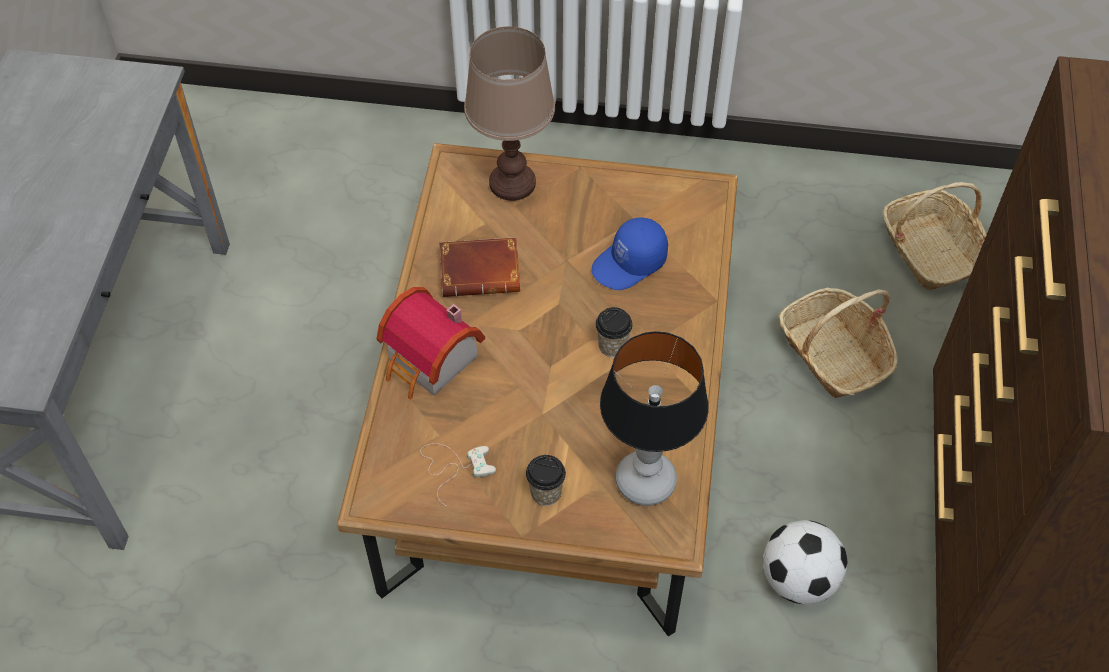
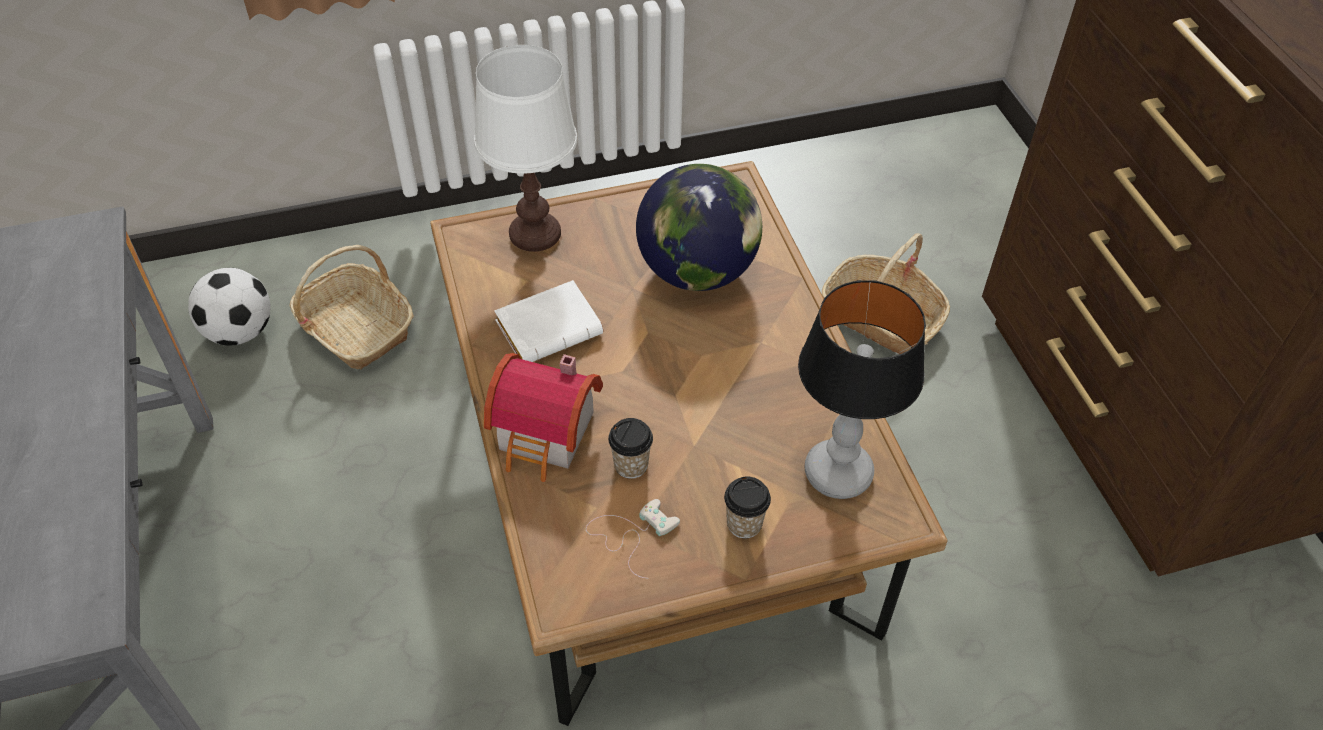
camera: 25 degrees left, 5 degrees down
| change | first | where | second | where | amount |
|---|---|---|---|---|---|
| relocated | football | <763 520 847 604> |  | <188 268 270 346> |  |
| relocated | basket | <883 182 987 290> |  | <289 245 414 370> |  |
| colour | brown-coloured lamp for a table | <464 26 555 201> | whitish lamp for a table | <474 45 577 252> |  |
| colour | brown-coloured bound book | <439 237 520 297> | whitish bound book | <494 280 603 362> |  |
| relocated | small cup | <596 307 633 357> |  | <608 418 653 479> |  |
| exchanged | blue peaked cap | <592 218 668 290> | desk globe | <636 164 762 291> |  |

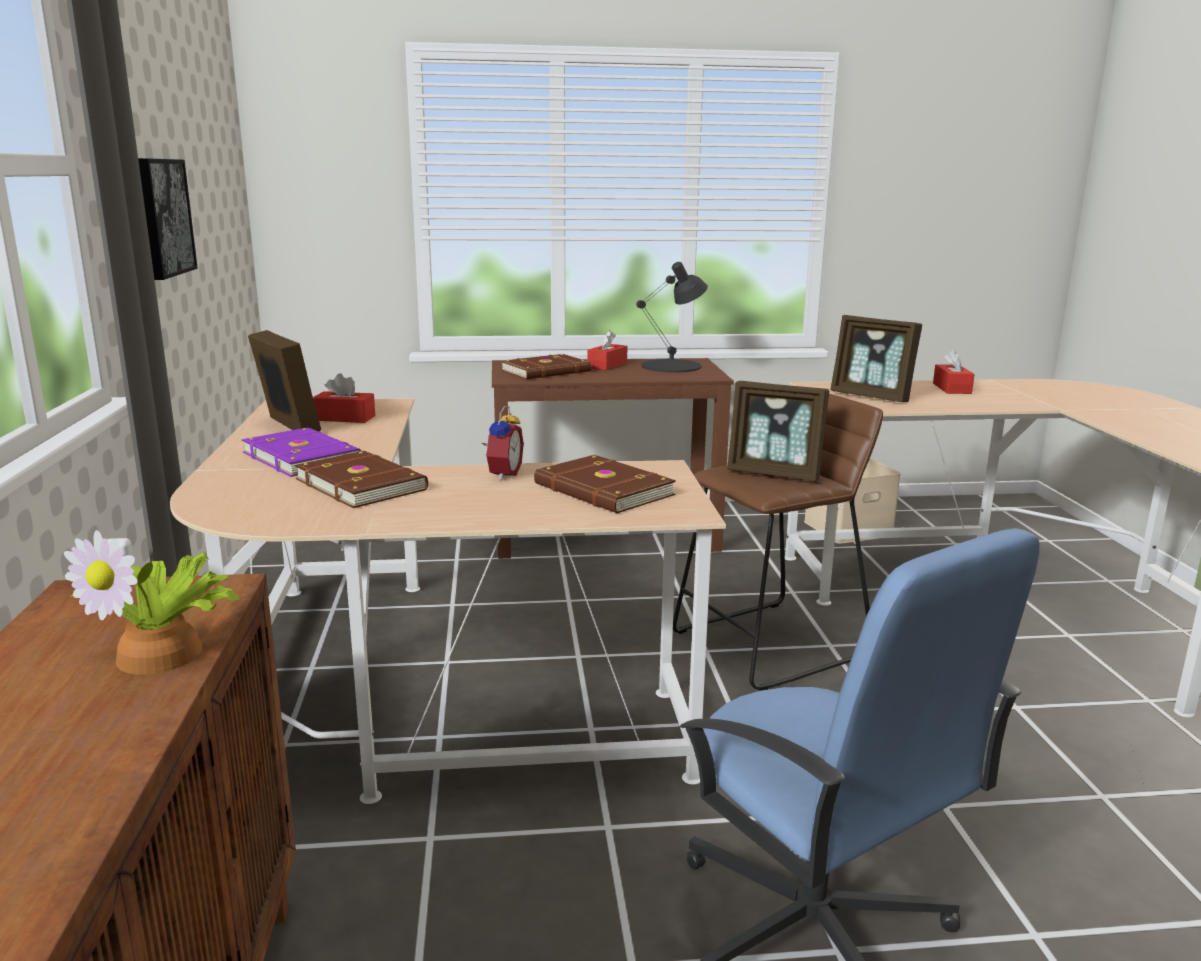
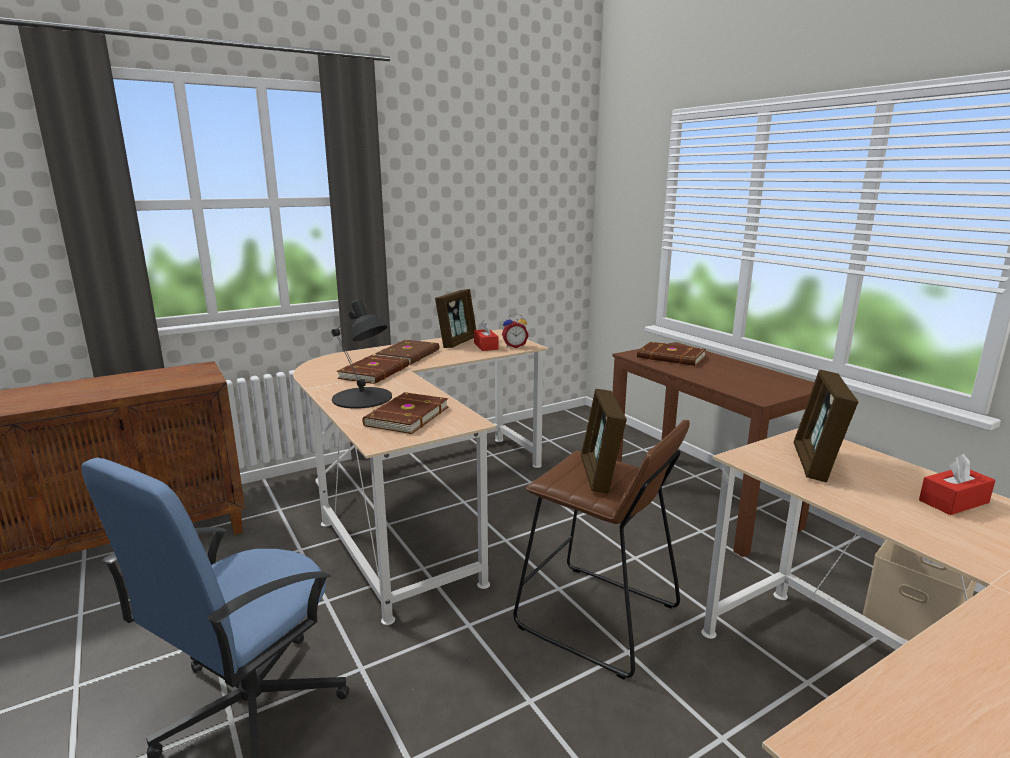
camera: 65 degrees right, 0 degrees up
| change | first | where | second | where | amount |
|---|---|---|---|---|---|
| relocated | blackish lamp for a table | <636 262 708 372> |  | <332 299 392 409> |  |
| colour | purple-coloured bound book | <242 428 361 477> | brown-coloured bound book | <375 340 439 365> |  |
| relocated | bedside clock | <481 406 524 481> |  | <502 313 529 348> |  |
| missing | plant in a pot | <64 530 240 675> |  |  |  |
| missing | wall picture | <138 158 198 280> |  |  |  |
| missing | reddish tissue holder | <587 330 627 370> |  |  |  |

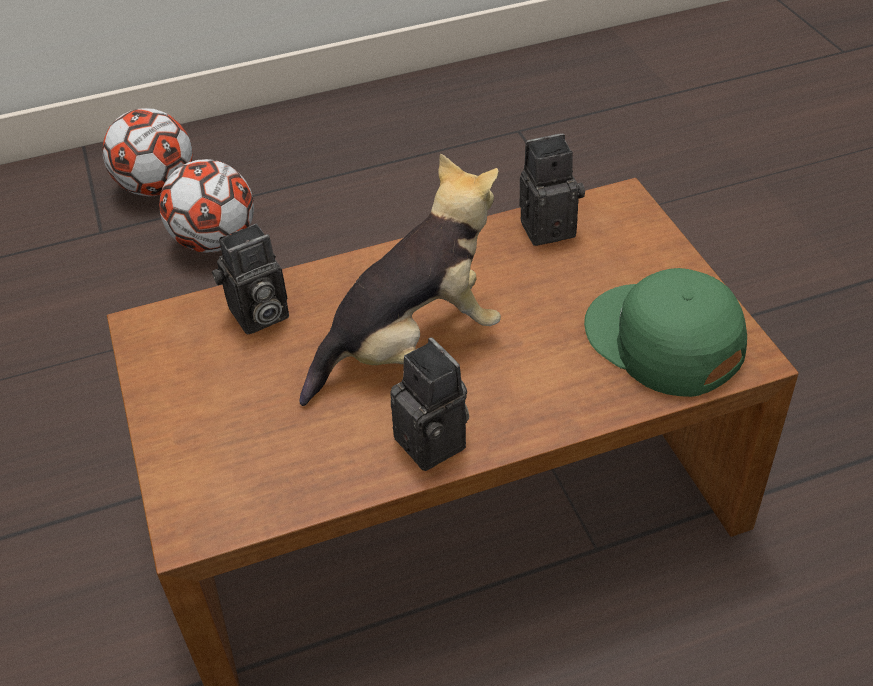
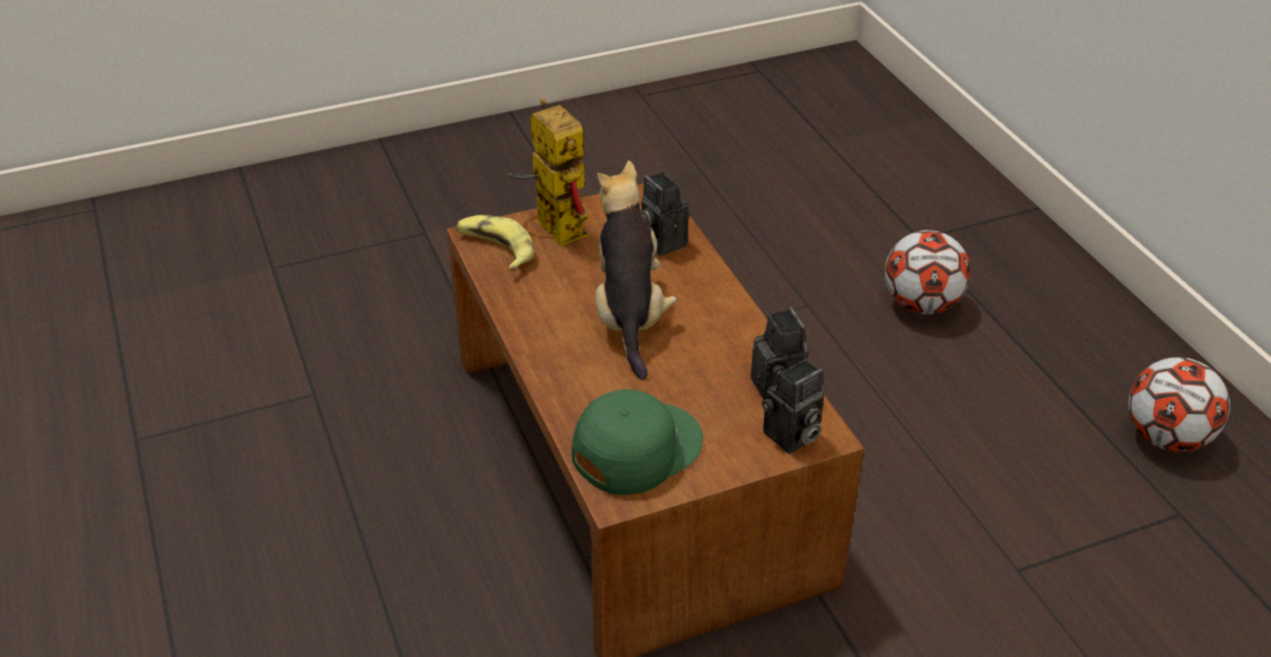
camera: 85 degrees right, 5 degrees down
| change | first | where | second | where | amount |
|---|---|---|---|---|---|
| appeared |  |  | banana | <456 215 534 272> |  |
| appeared |  |  | model robot | <508 98 589 246> |  |
| spun | plush toy | <299 154 501 406> |  | <595 161 677 380> | 150 degrees counterclockwise |
| relocated | photo camera | <390 338 469 471> |  | <762 359 824 454> |  |
| relocated | football | <102 108 192 196> |  | <1128 357 1230 452> |  |

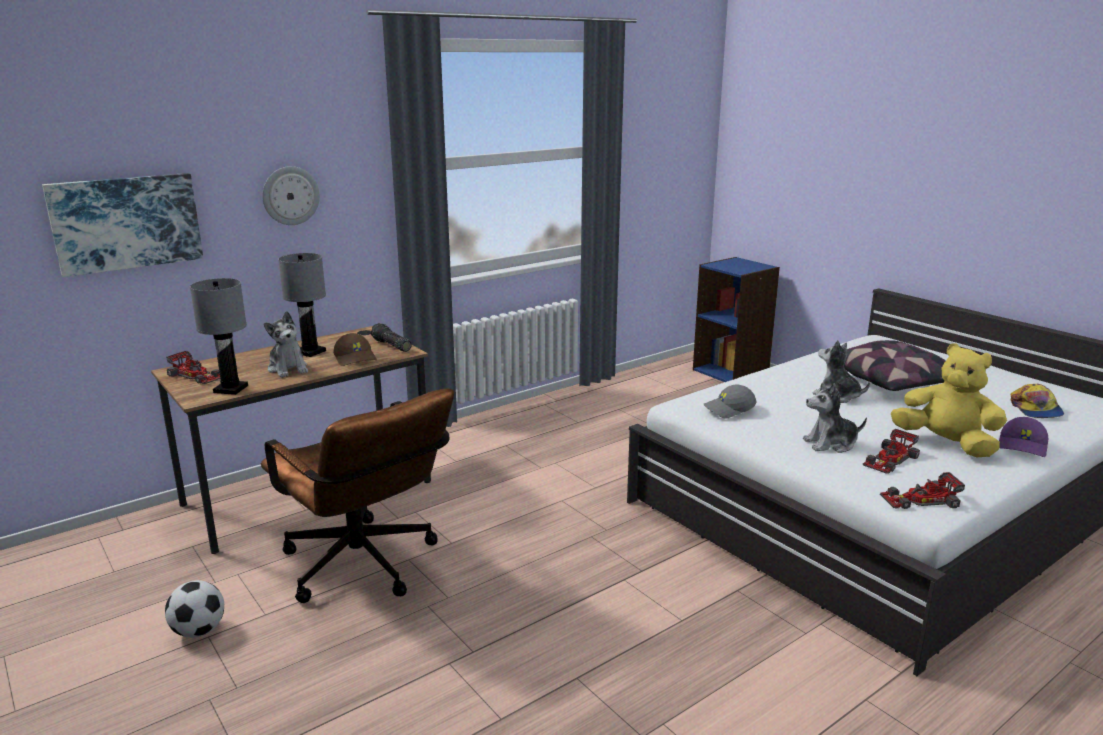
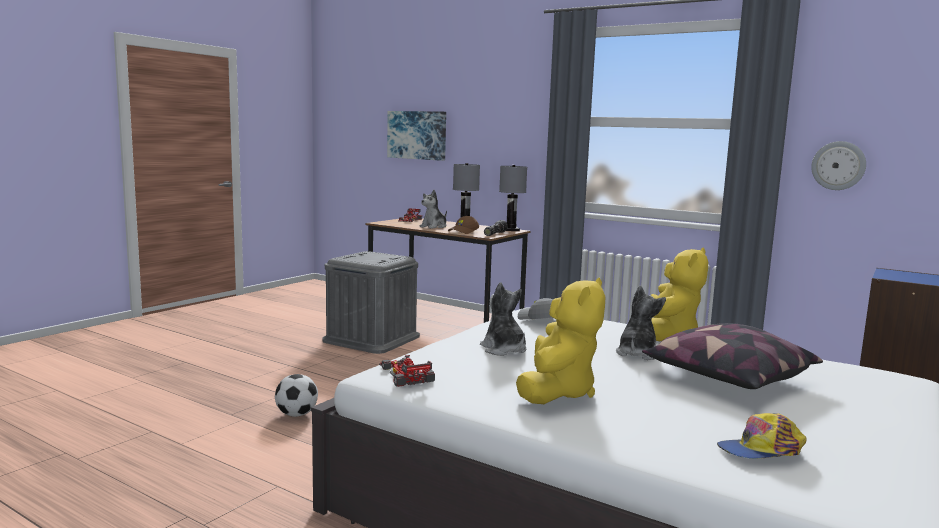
camera: 70 degrees right, 10 degrees down
| change | first | where | second | where | amount |
|---|---|---|---|---|---|
| relocated | football | <165 580 224 638> |  | <275 374 318 417> |  |
| exchanged | brown-coloured office chair | <261 388 454 603> | grey storage bin | <322 251 420 354> |  |
| relocated | grey lamp for a table | <190 278 248 395> |  | <499 165 527 231> |  |
| appeared |  |  | yellowish plush toy | <651 247 708 341> |  |
| relocated | wall clock | <262 166 320 225> |  | <811 141 866 190> |  |
| missing | toy car | <862 429 920 474> |  |  |  |
| missing | purple-coloured peaked cap | <999 417 1048 457> |  |  |  |

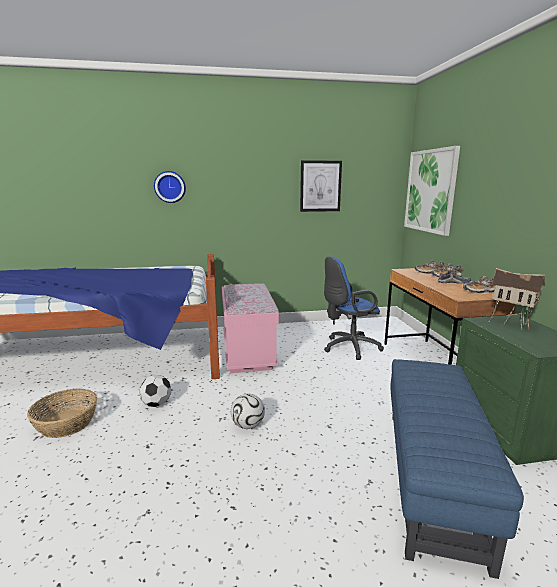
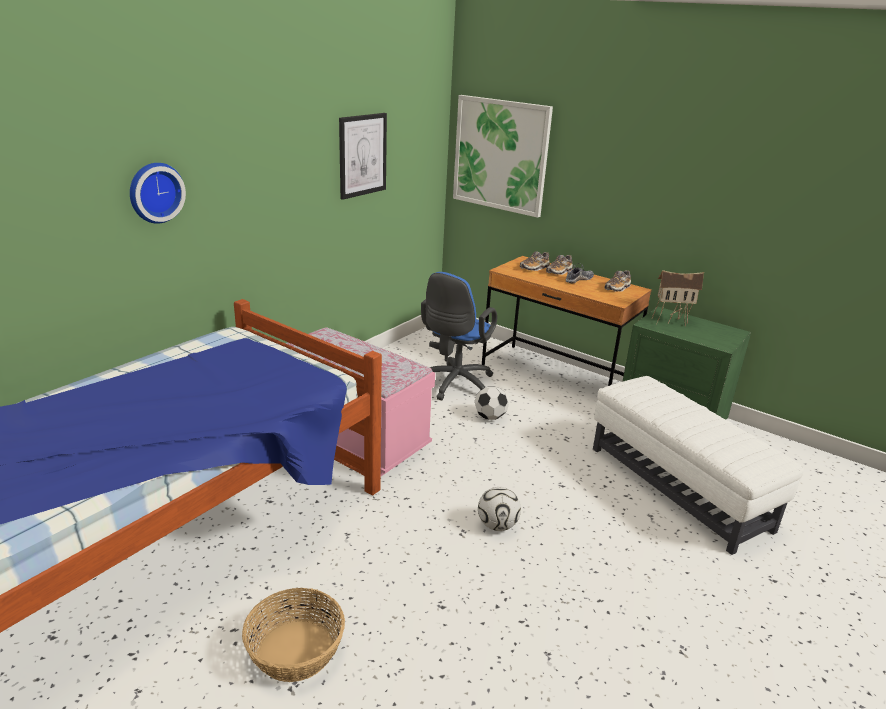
camera: 45 degrees left, 10 degrees up
| change | first | where | second | where | amount |
|---|---|---|---|---|---|
| relocated | football | <139 375 171 407> |  | <475 387 509 420> |  |
| colour | blue ottoman | <391 359 524 579> | whitish ottoman | <593 376 804 555> |  |

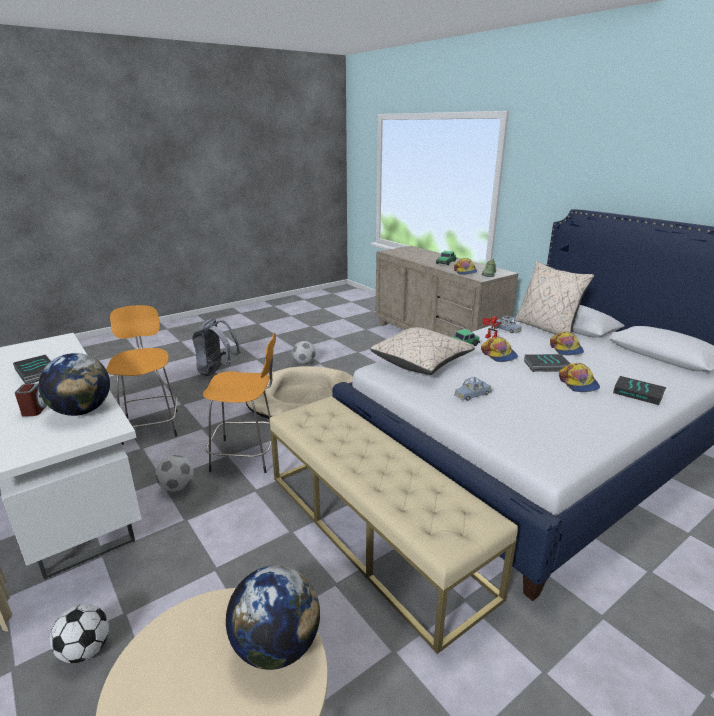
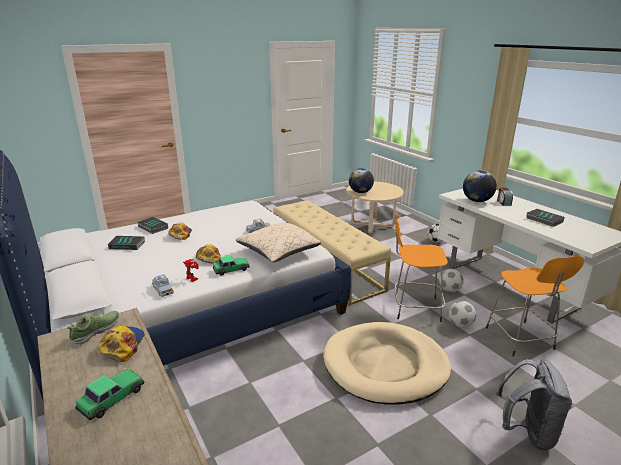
camera: 175 degrees left, 0 degrees up
| change | first | where | second | where | amount |
|---|---|---|---|---|---|
| relocated | bound book | <524 354 570 372> |  | <108 236 145 250> |  |
| relocated | football | <292 341 316 364> |  | <448 301 476 327> |  |
| missing | sand-coloured cushion | <515 261 594 335> |  |  |  |
| missing | peaked cap | <550 331 584 355> |  |  |  |

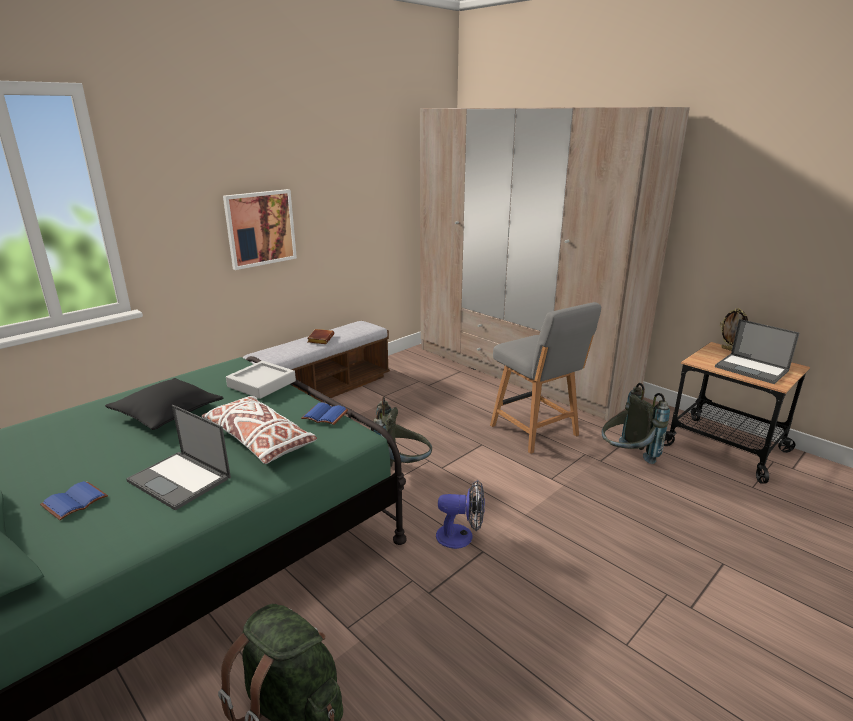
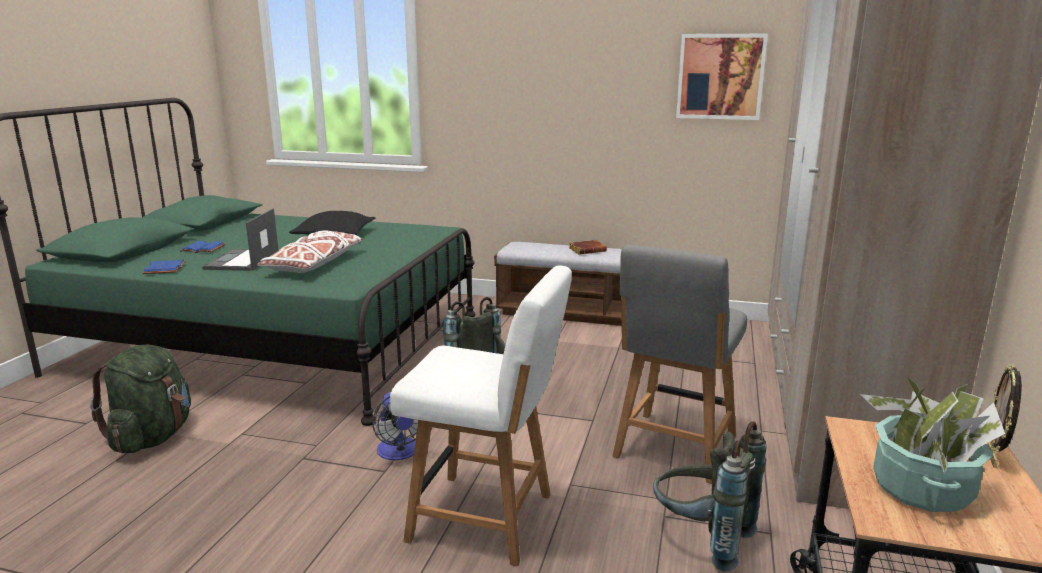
camera: 60 degrees right, 5 degrees down
| change | first | where | second | where | amount |
|---|---|---|---|---|---|
| relocated | blue bound book | <301 403 349 425> |  | <142 260 186 274> |  |
| appeared |  |  | whitish upright chair | <390 265 572 567> |  |
| relocated | wall picture | <223 189 297 270> |  | <676 34 768 120> |  |
| exchanged | portable computer | <715 319 799 384> | plant in a pot | <860 376 1005 512> |  |
| missing | grey carrying tray | <226 361 296 399> |  |  |  |

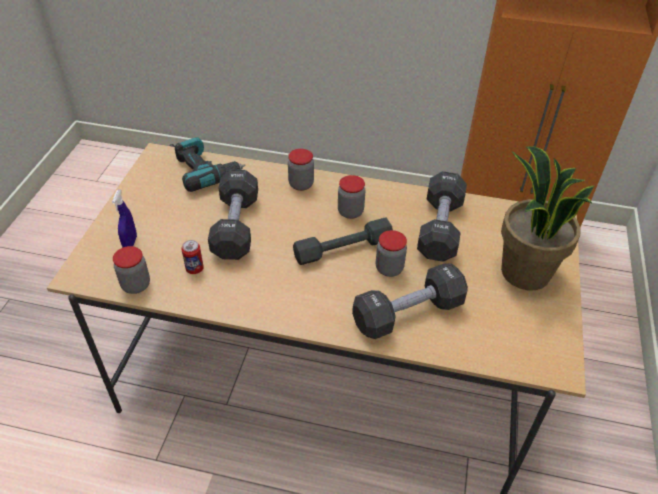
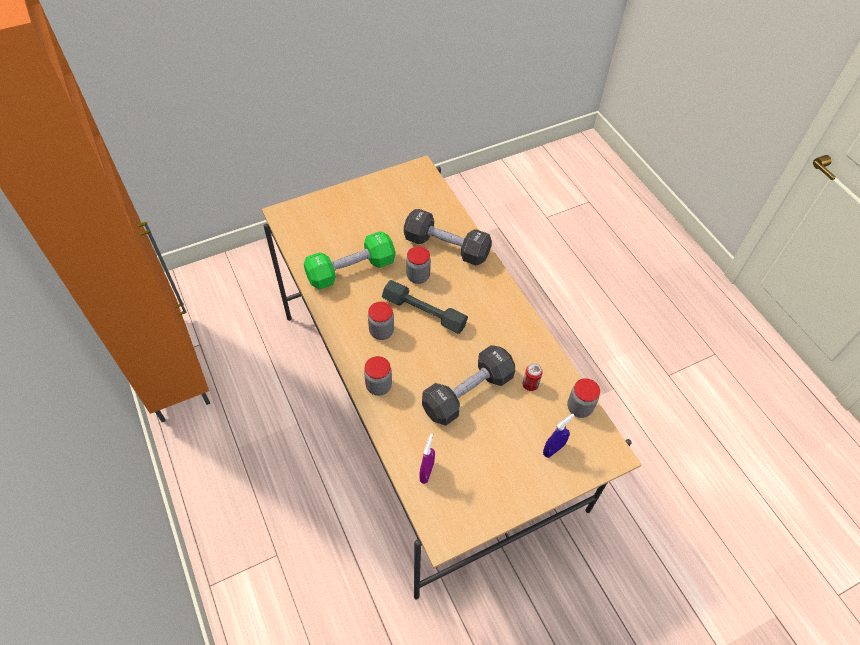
camera: 130 degrees left, 10 degrees up
| change | first | where | second | where | amount |
|---|---|---|---|---|---|
| colour | blackish hand weight | <417 171 467 262> | greenish hand weight | <304 232 395 290> |  |
| exchanged | drill | <175 137 245 192> | purple-coloured hand sprayer | <419 434 435 484> |  |
| missing | plant in a pot | <501 146 594 290> |  |  |  |

